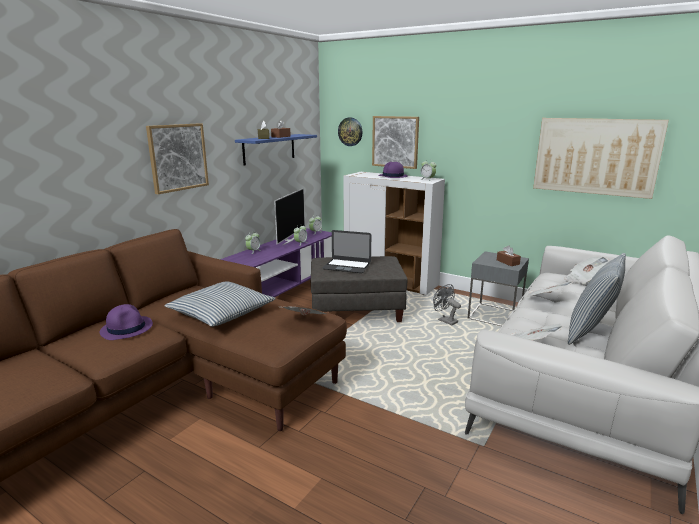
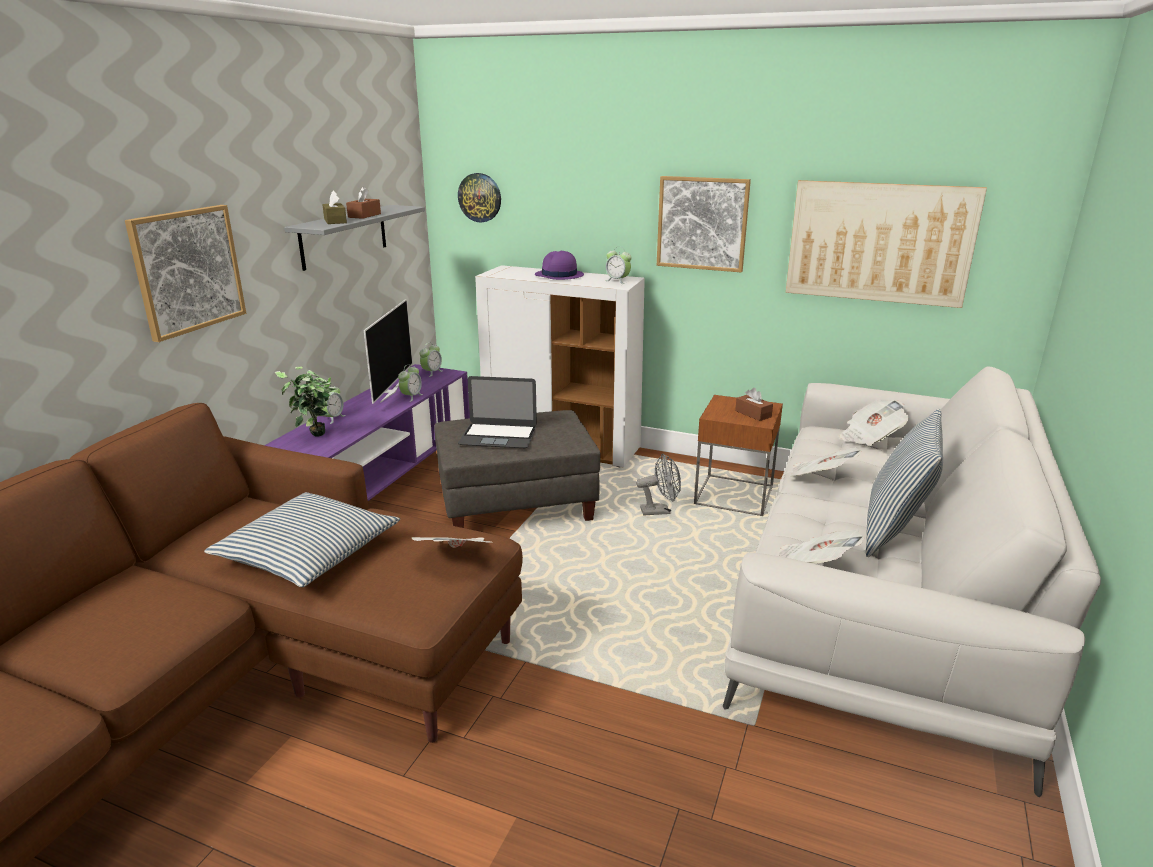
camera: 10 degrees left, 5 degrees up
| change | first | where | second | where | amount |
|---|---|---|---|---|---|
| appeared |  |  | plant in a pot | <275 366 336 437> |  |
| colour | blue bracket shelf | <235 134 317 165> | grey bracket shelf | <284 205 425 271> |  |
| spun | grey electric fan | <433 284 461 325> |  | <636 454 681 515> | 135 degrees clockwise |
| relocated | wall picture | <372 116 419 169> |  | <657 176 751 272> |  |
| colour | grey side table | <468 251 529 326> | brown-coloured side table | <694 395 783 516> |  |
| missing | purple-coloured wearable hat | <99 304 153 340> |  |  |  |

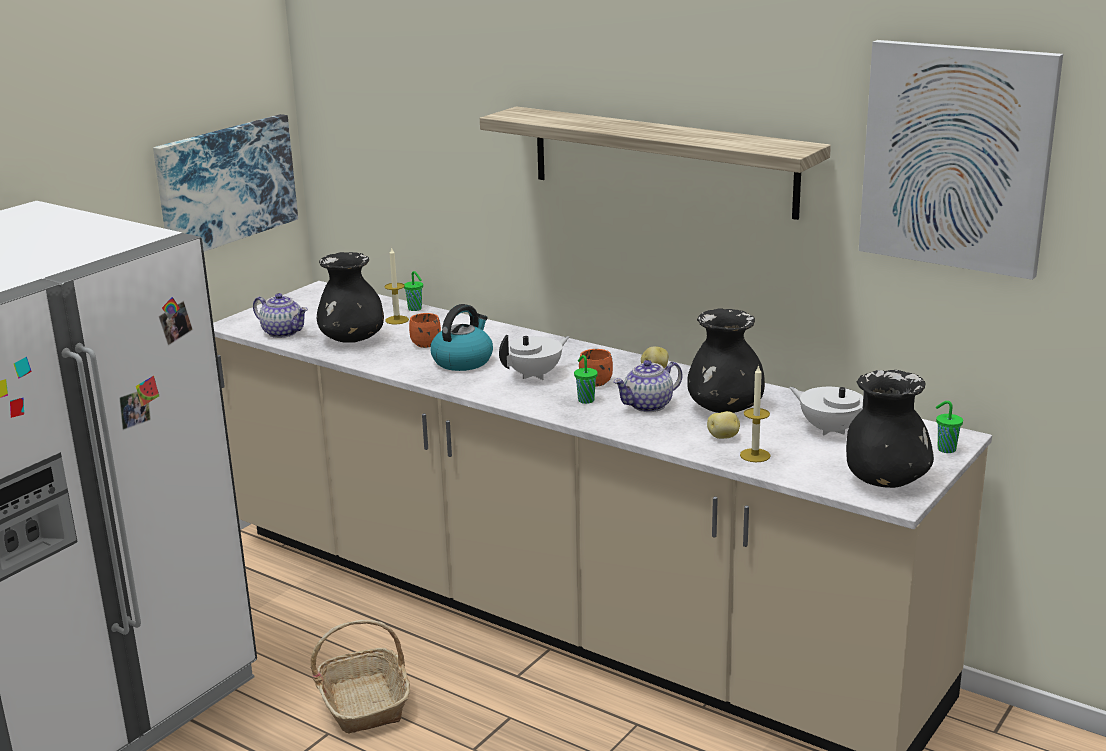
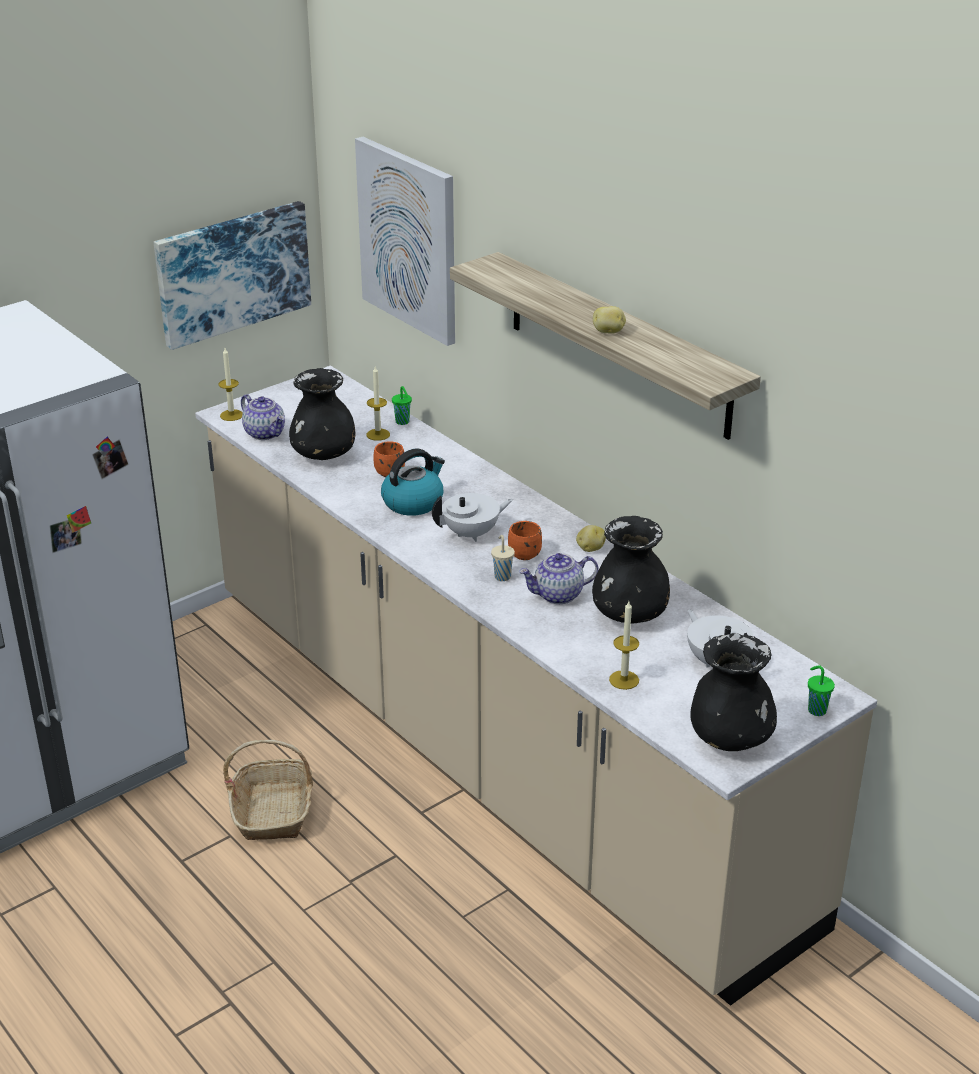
camera: 15 degrees right, 10 degrees up
| change | first | where | second | where | amount |
|---|---|---|---|---|---|
| appeared |  |  | candle | <218 348 243 421> |  |
| relocated | wall picture | <859 40 1063 280> |  | <355 137 455 346> |  |
| colour | greenish small cup | <574 355 598 404> | sand-coloured small cup | <491 535 515 581> |  |
| relocated | whole potato | <707 411 740 439> |  | <593 306 626 334> |  |

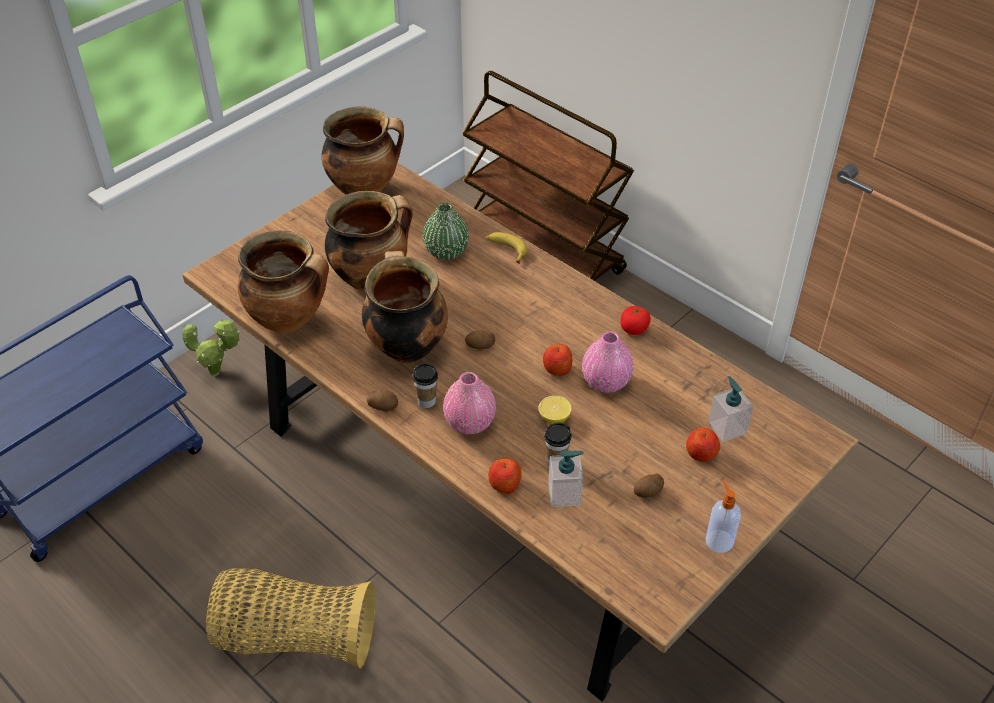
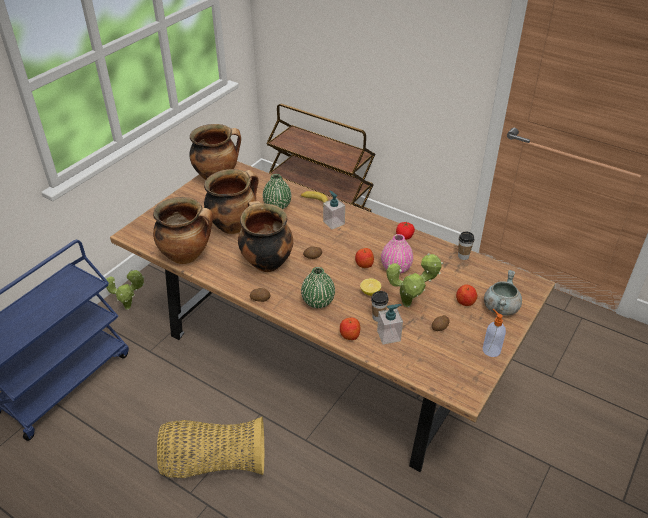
camera: 10 degrees left, 5 degrees down
| change | first | where | second | where | amount |
|---|---|---|---|---|---|
| colour | pink-coloured vase | <443 372 496 434> | greenish vase | <301 267 335 308> |  |
| relocated | soap dispenser | <708 376 753 442> |  | <323 191 345 229> |  |
| appeared |  |  | plant in a pot | <386 253 443 307> |  |
| relocated | small cup | <412 363 438 408> |  | <458 231 474 260> |  |
| appeared |  |  | grey cooking pot | <484 270 522 316> |  |

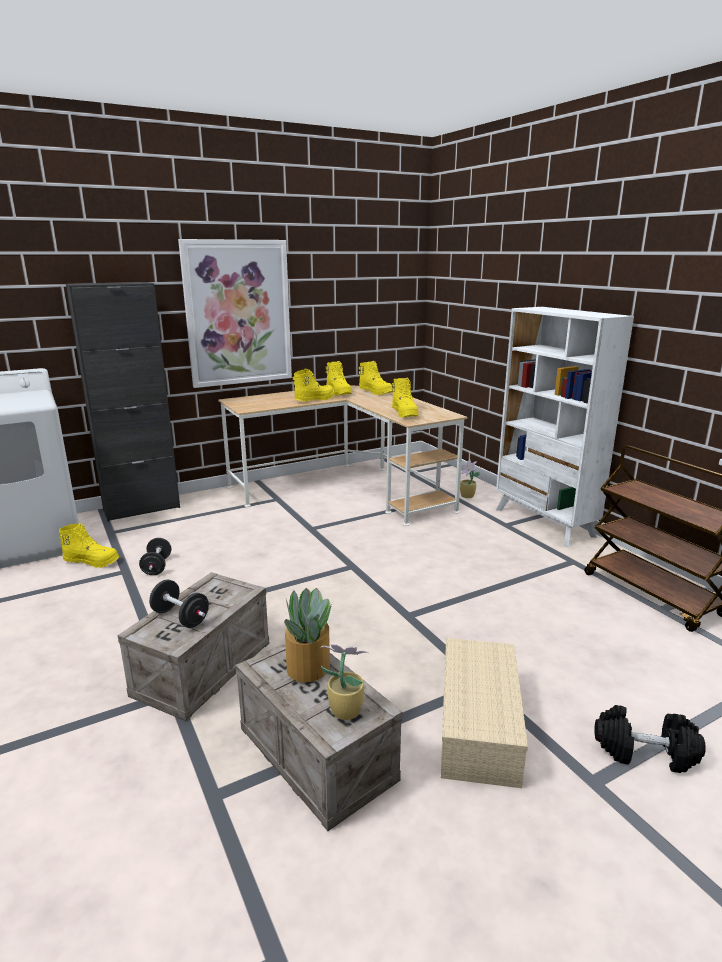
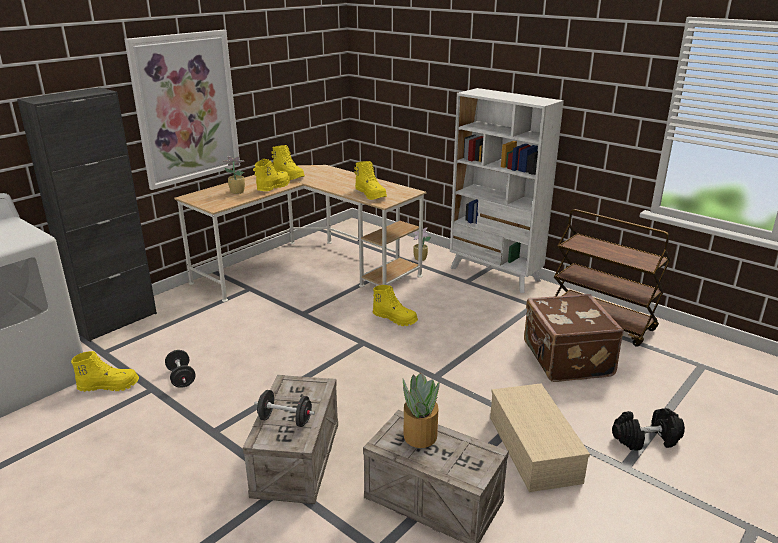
camera: 20 degrees left, 5 degrees up
| change | first | where | second | where | amount |
|---|---|---|---|---|---|
| relocated | plant in a pot | <321 644 369 720> |  | <223 156 245 194> |  |
| relocated | yellowish boot | <359 361 393 395> |  | <373 285 418 326> |  |
| appeared |  |  | brown-coloured travel case | <524 294 624 382> |  |

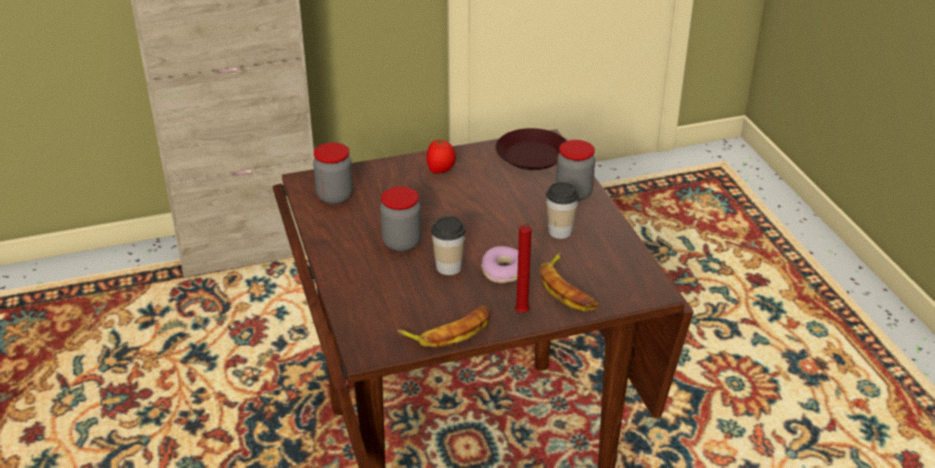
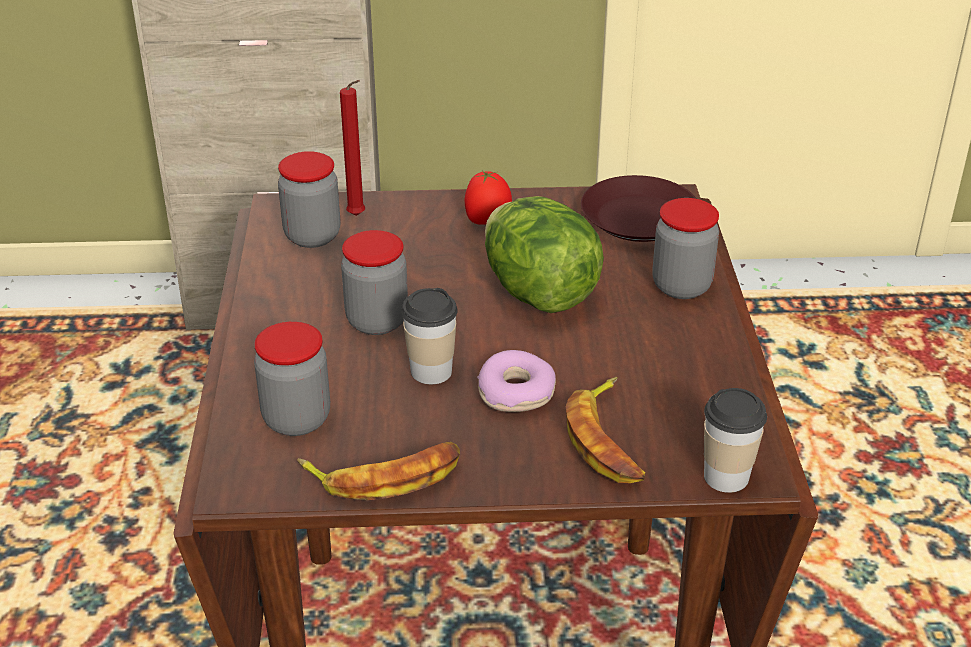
camera: 15 degrees right, 0 degrees up
| change | first | where | second | where | amount |
|---|---|---|---|---|---|
| appeared |  |  | preserve jar | <254 322 330 436> |  |
| relocated | reddish candle | <515 221 538 313> |  | <340 80 365 216> |  |
| appeared |  |  | lettuce head | <485 196 604 313> |  |
| relocated | small cup | <546 182 579 239> |  | <704 388 767 493> |  |

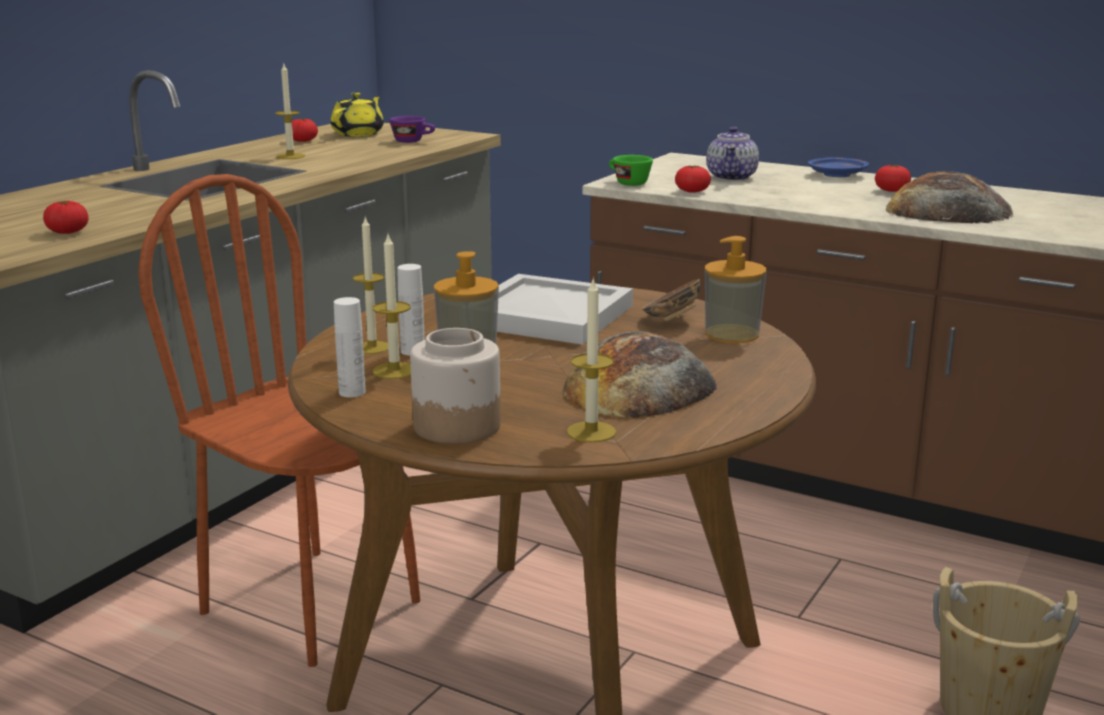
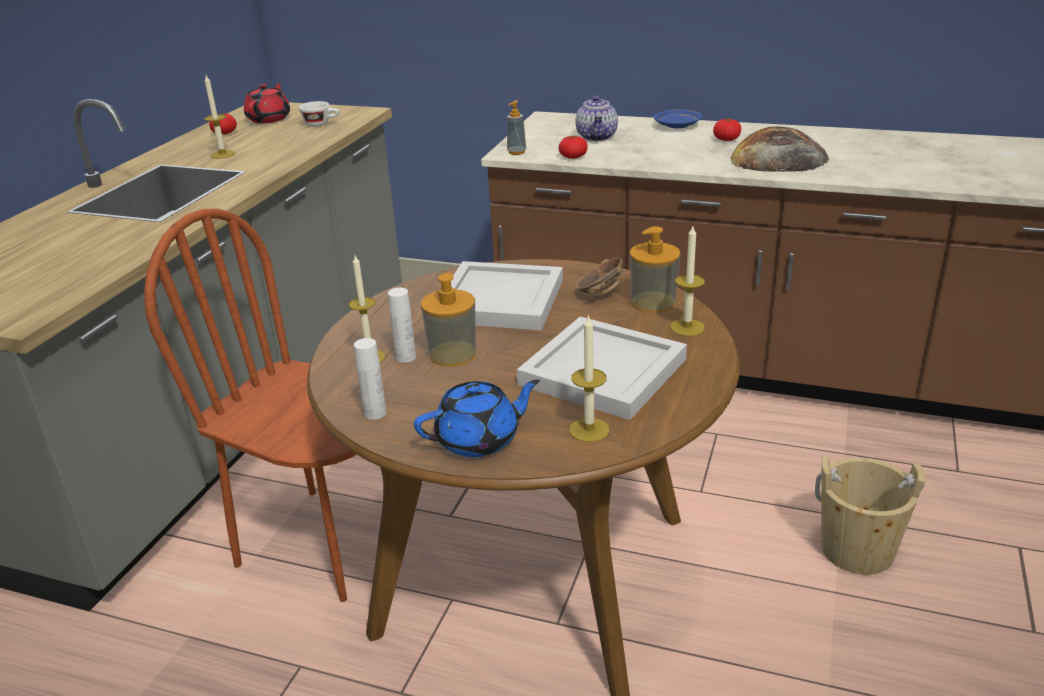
camera: 10 degrees left, 10 degrees up
| change | first | where | second | where | amount |
|---|---|---|---|---|---|
| colour | yellowish pot for tea | <331 92 384 137> | reddish pot for tea | <244 82 290 124> |  |
| colour | purple-coloured small cup | <389 116 435 143> | whitish small cup | <299 101 339 127> |  |
| exchanged | preserve jar | <410 328 501 444> | blue pot for tea | <414 379 540 457> |  |
| exchanged | greenish small cup | <609 155 653 186> | soap dispenser | <507 100 526 155> |  |
| exchanged | bread | <562 331 717 418> | whitish carrying tray | <517 317 687 420> |  |
| relocated | candle | <373 235 411 379> |  | <670 226 705 336> |  |
| missing | tomato | <43 201 89 234> |  |  |  |

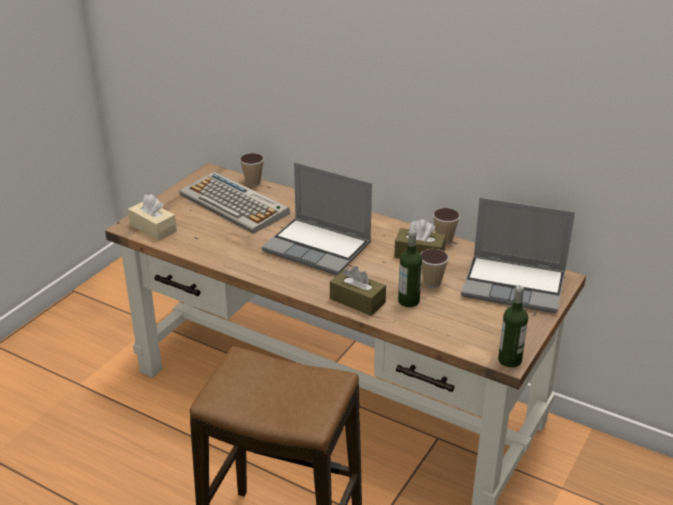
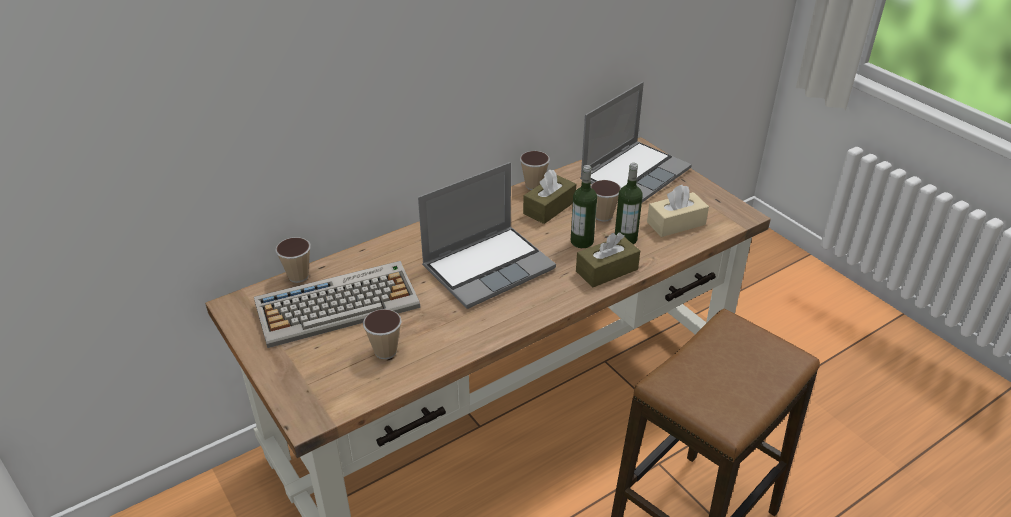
camera: 65 degrees left, 5 degrees up
| change | first | where | second | where | amount |
|---|---|---|---|---|---|
| appeared |  |  | small cup | <363 309 402 359> |  |
| relocated | bottle | <498 285 528 368> |  | <571 165 597 248> |  |
| relocated | sand-coloured tissue holder | <128 194 177 241> |  | <647 185 709 237> |  |

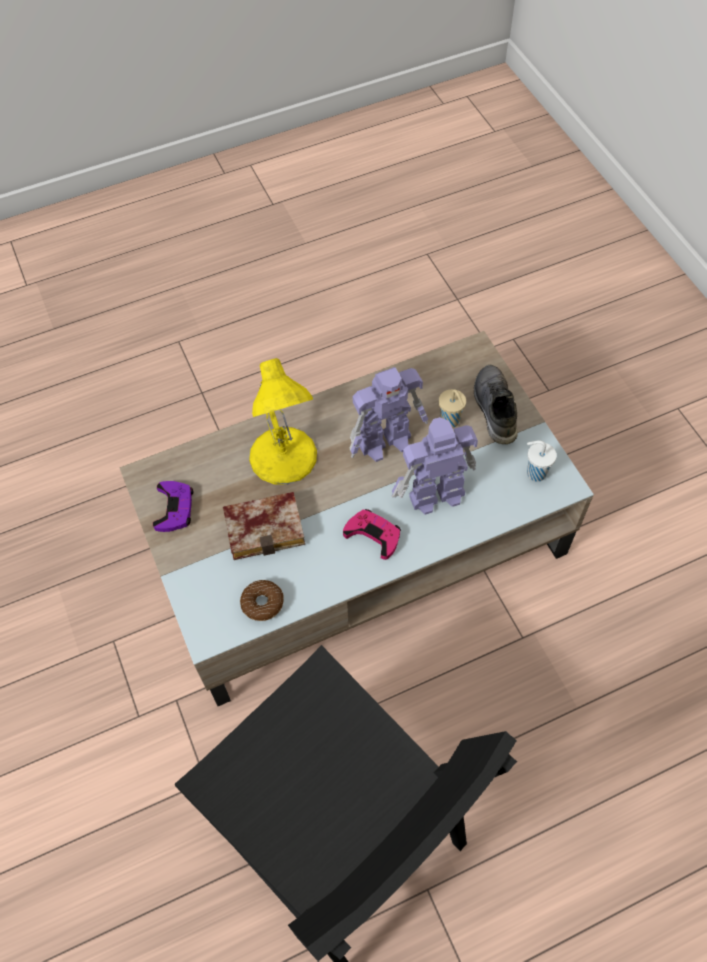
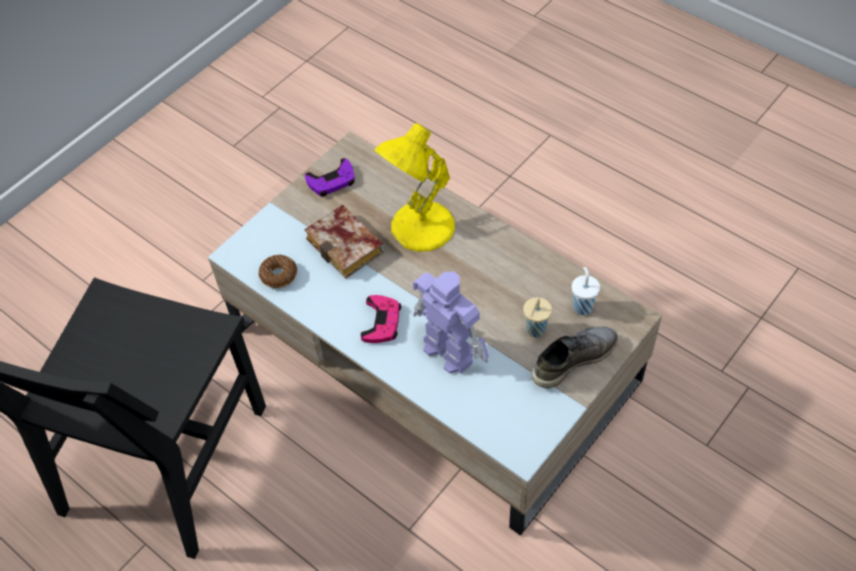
camera: 65 degrees right, 5 degrees down
| change | first | where | second | where | amount |
|---|---|---|---|---|---|
| relocated | whitish small cup | <527 440 557 482> |  | <572 267 600 315> |  |
| missing | model robot | <350 367 428 462> |  |  |  |

